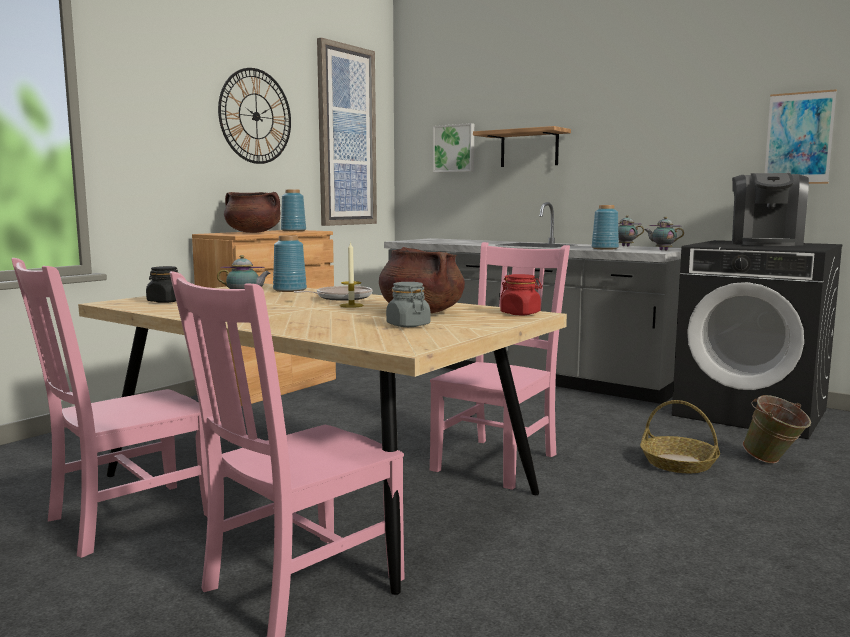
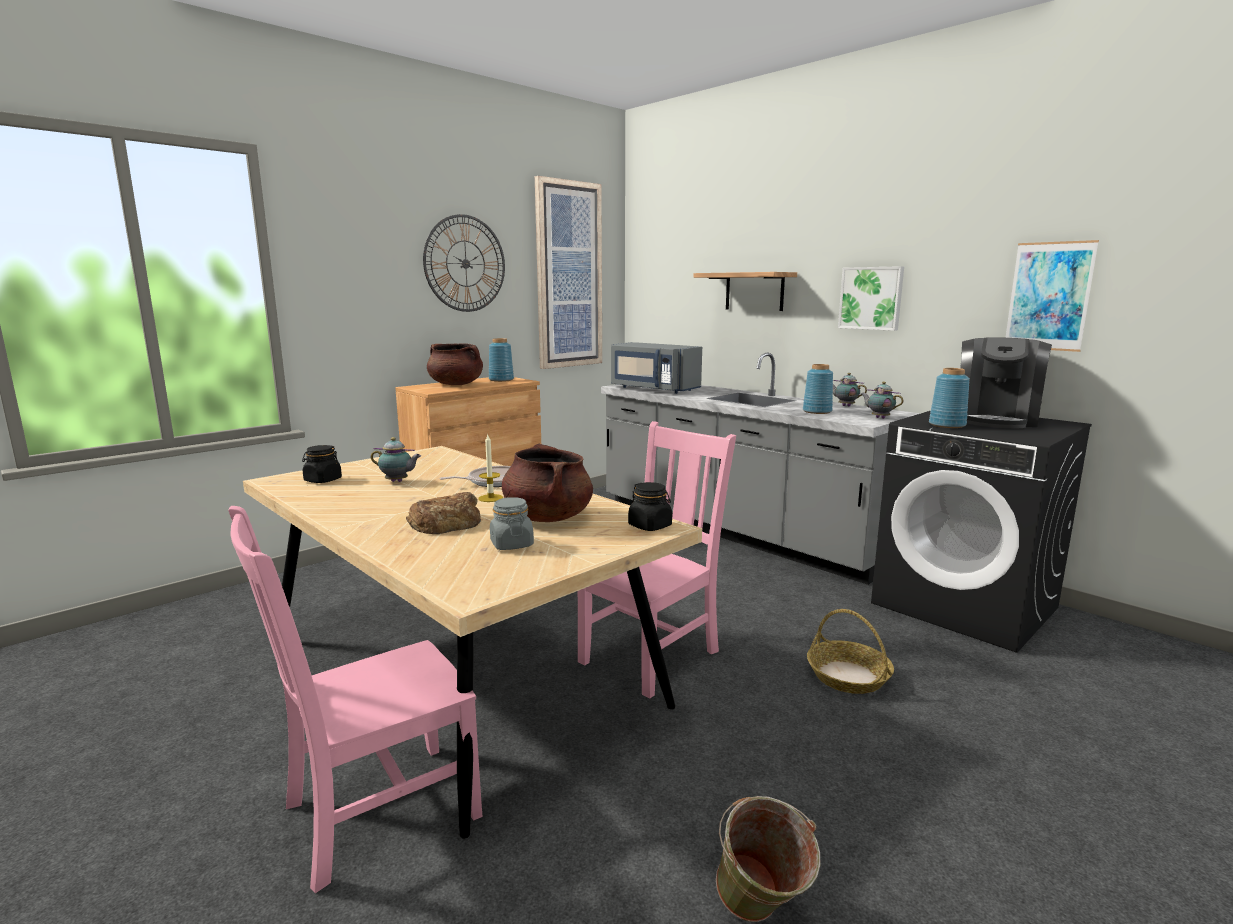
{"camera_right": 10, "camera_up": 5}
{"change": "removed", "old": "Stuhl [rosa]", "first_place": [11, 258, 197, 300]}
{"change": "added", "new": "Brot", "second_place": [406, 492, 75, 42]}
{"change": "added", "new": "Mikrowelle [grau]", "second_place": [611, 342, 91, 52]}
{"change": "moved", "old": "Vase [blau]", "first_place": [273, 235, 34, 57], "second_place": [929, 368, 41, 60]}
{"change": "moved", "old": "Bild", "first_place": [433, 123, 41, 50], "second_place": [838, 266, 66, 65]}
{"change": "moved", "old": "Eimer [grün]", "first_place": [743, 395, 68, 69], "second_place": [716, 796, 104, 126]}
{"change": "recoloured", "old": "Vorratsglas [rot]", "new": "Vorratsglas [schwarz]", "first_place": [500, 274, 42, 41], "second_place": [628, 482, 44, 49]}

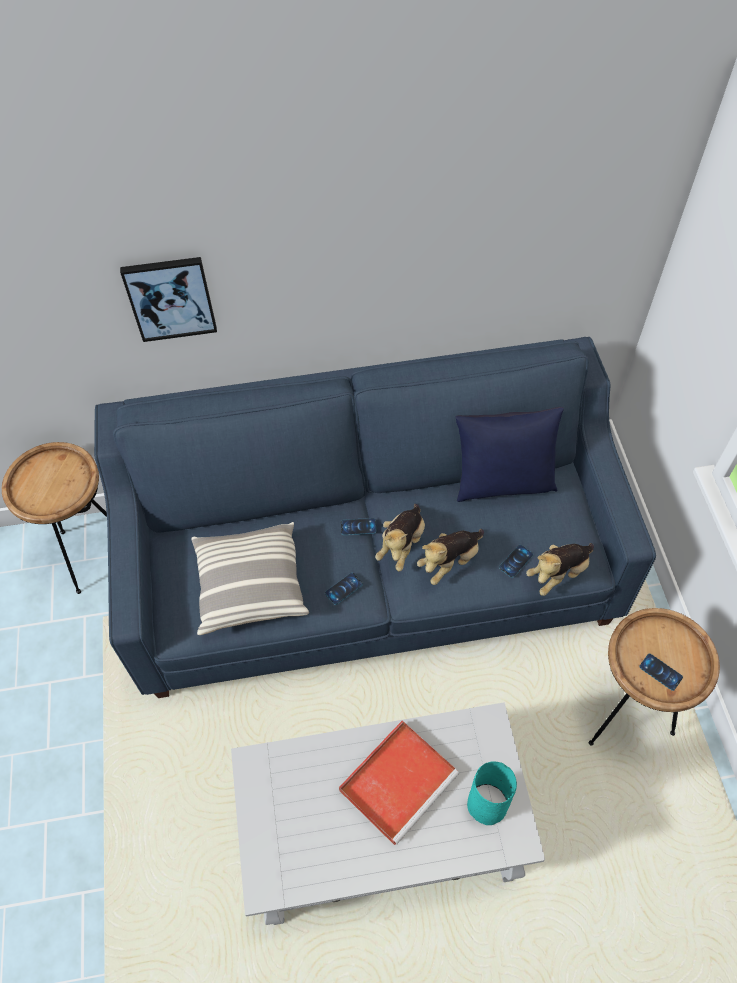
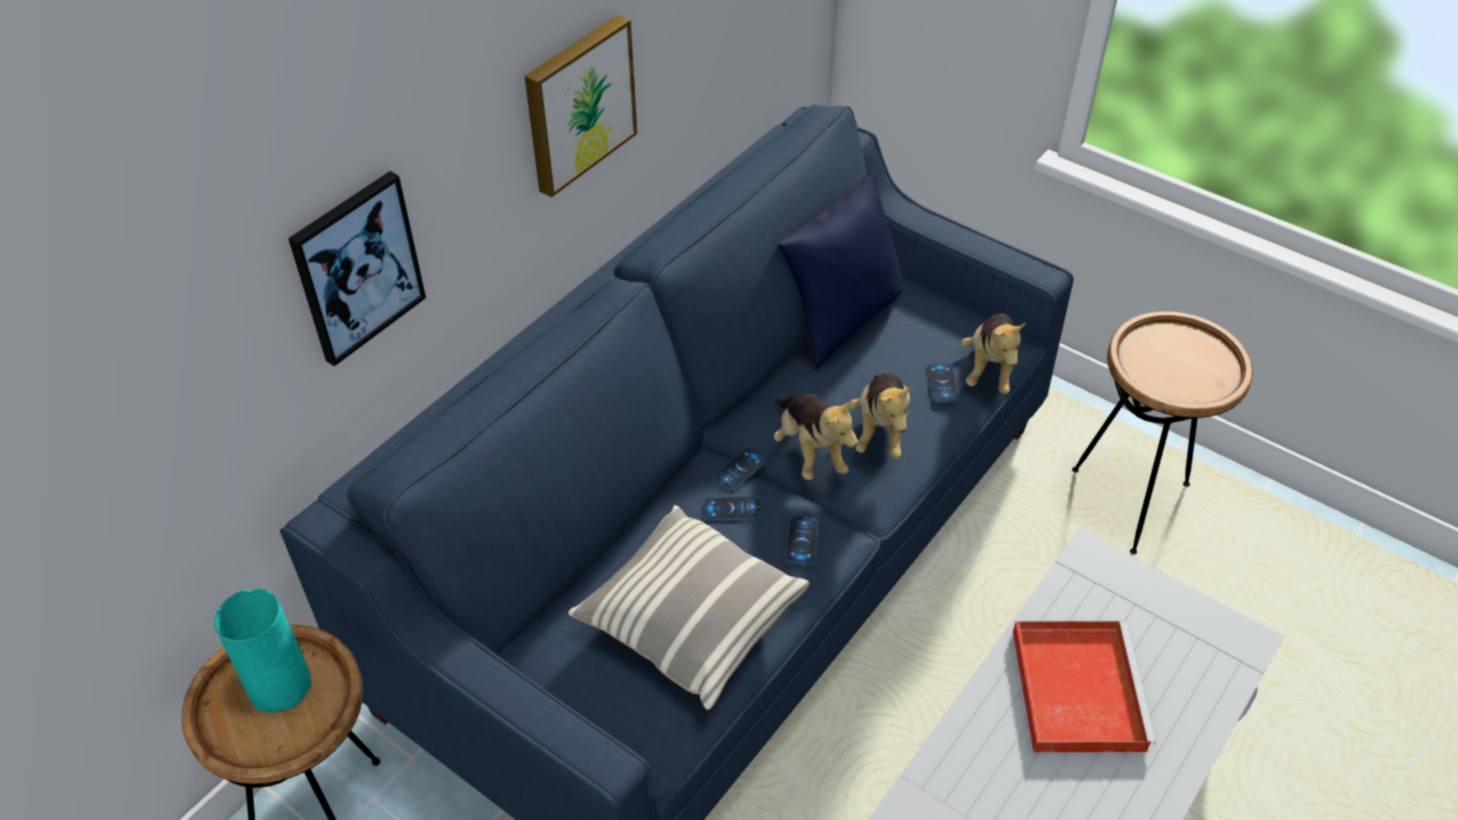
{"camera_right": -45, "camera_up": -10}
{"change": "added", "new": "Bild", "second_place": [525, 15, 112, 182]}
{"change": "moved", "old": "Vase [türkis]", "first_place": [467, 761, 50, 64], "second_place": [214, 589, 97, 124]}
{"change": "moved", "old": "Handy", "first_place": [639, 654, 44, 37], "second_place": [704, 496, 57, 25]}

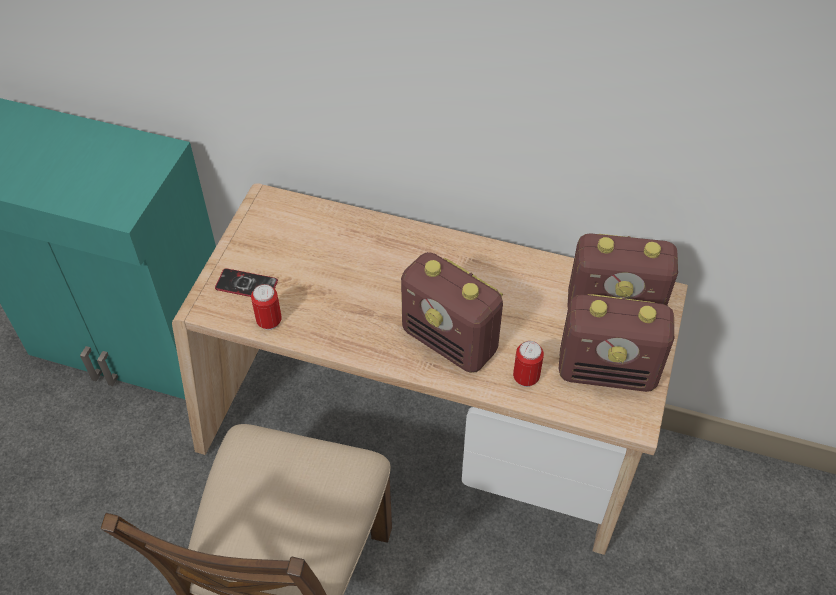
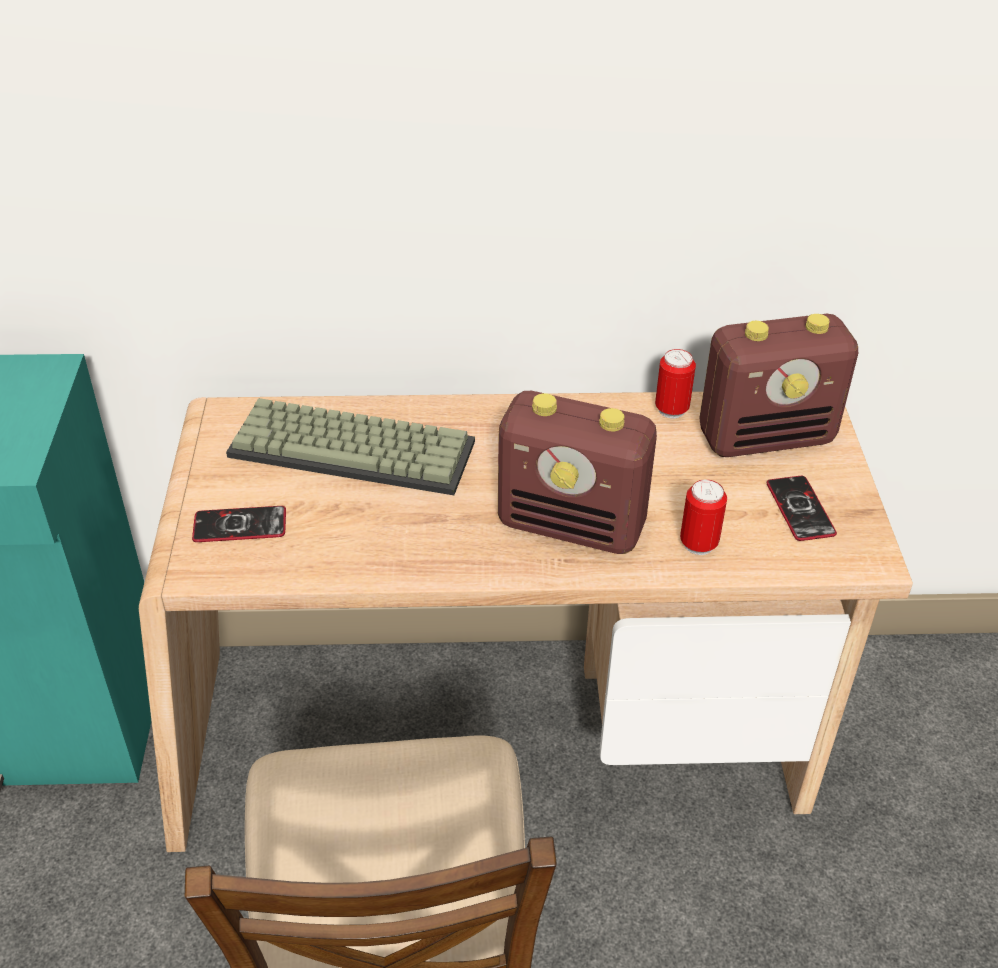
{"camera_right": -20, "camera_up": -10}
{"change": "added", "new": "Tastatur", "second_place": [226, 398, 249, 97]}
{"change": "moved", "old": "Dose", "first_place": [251, 284, 31, 46], "second_place": [655, 349, 41, 69]}
{"change": "replaced", "old": "Radio", "new": "Handy", "first_place": [559, 294, 115, 98], "second_place": [766, 476, 71, 65]}

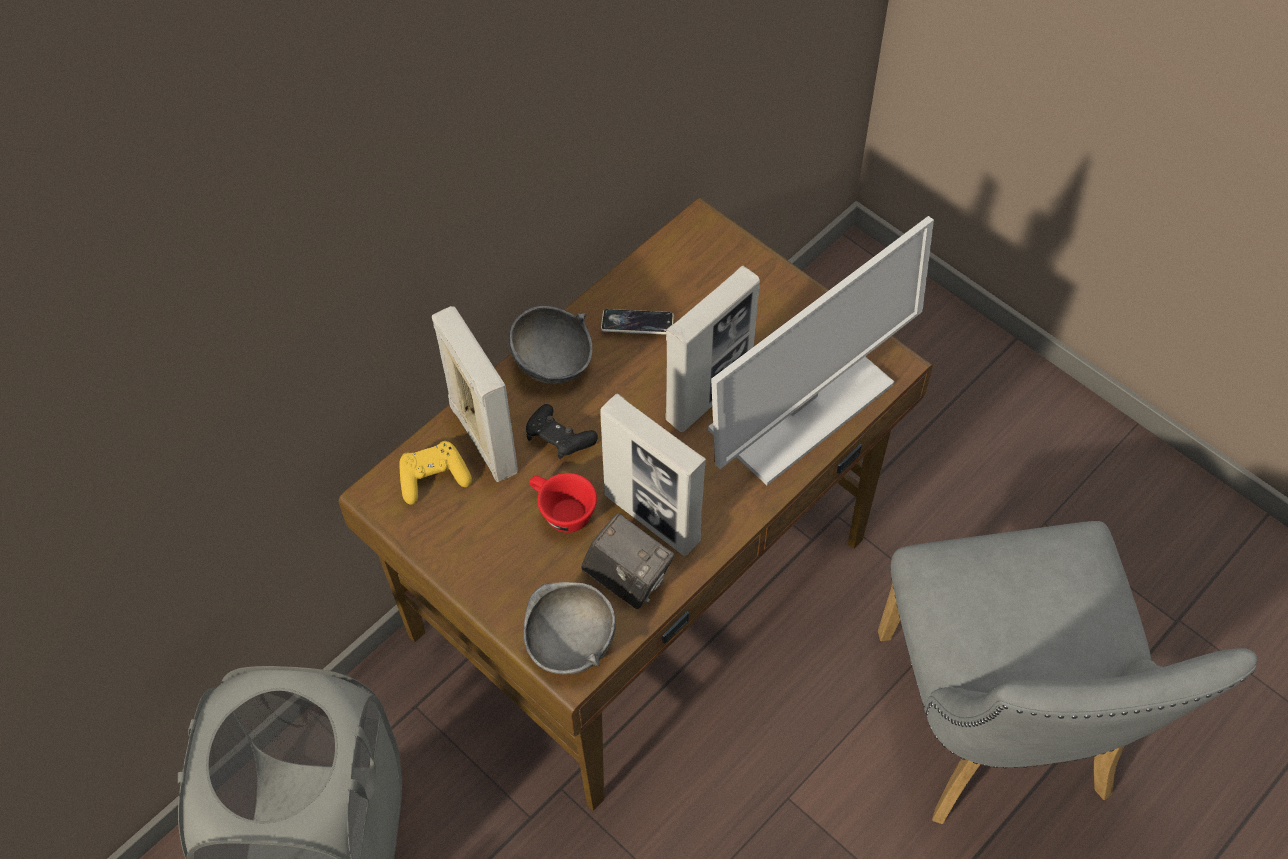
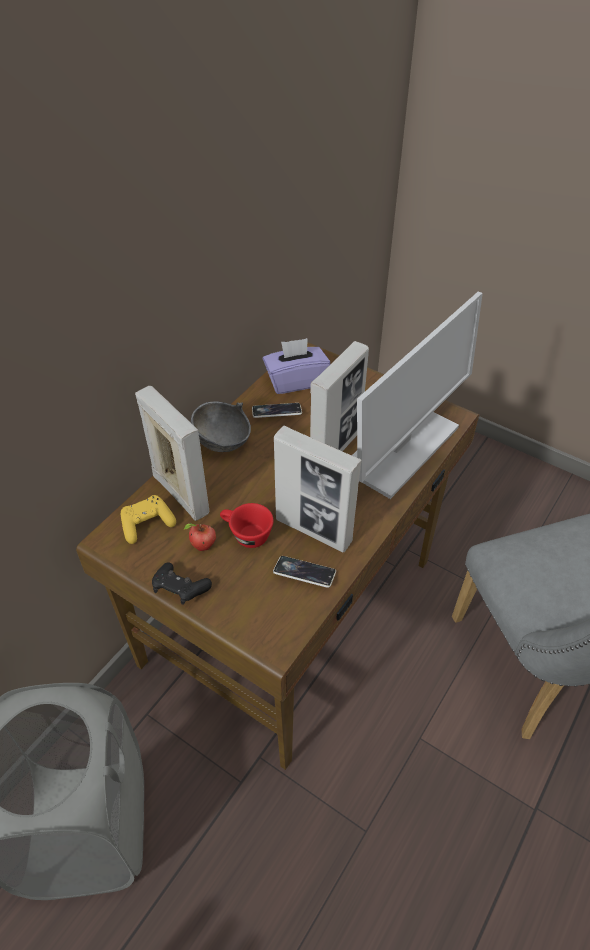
{"camera_right": -10, "camera_up": -10}
{"change": "removed", "old": "Schüssel [grau]", "first_place": [524, 582, 92, 93]}
{"change": "added", "new": "Apfel", "second_place": [183, 523, 33, 28]}
{"change": "added", "new": "Taschentuchbox [lila]", "second_place": [263, 338, 67, 56]}
{"change": "moved", "old": "Gamepad [schwarz]", "first_place": [526, 404, 72, 55], "second_place": [152, 562, 60, 43]}
{"change": "replaced", "old": "Kamera", "new": "Handy", "first_place": [581, 513, 93, 96], "second_place": [273, 556, 63, 32]}

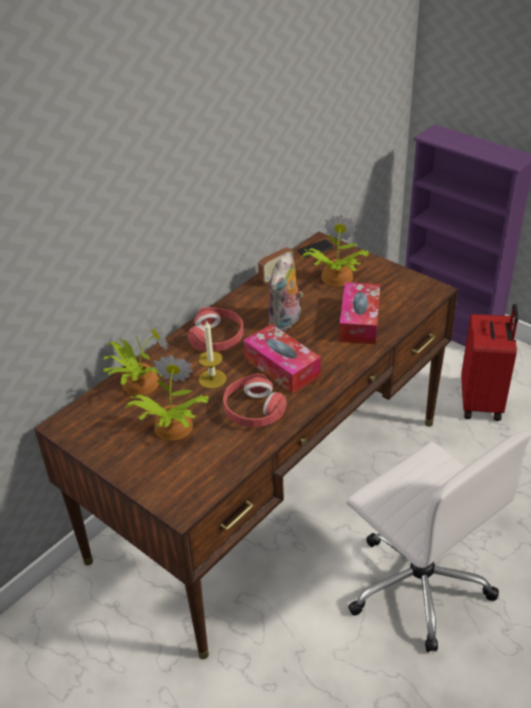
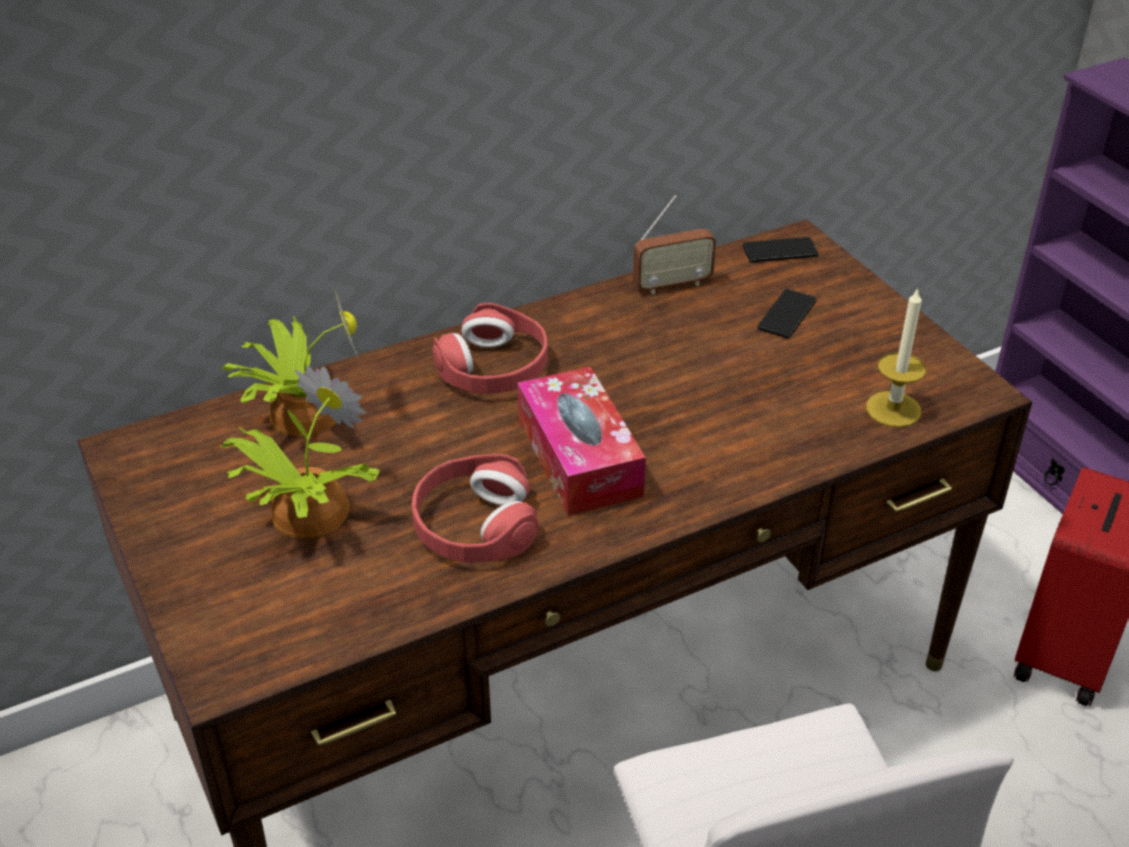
{"camera_right": 20, "camera_up": 0}
{"change": "removed", "old": "Plüschtier", "first_place": [268, 252, 35, 79]}
{"change": "removed", "old": "Taschentuchbox", "first_place": [339, 282, 41, 62]}
{"change": "moved", "old": "Kerze", "first_place": [198, 321, 28, 68], "second_place": [866, 287, 60, 140]}
{"change": "replaced", "old": "Topfpflanze", "new": "Handy", "first_place": [301, 214, 68, 73], "second_place": [757, 289, 60, 49]}

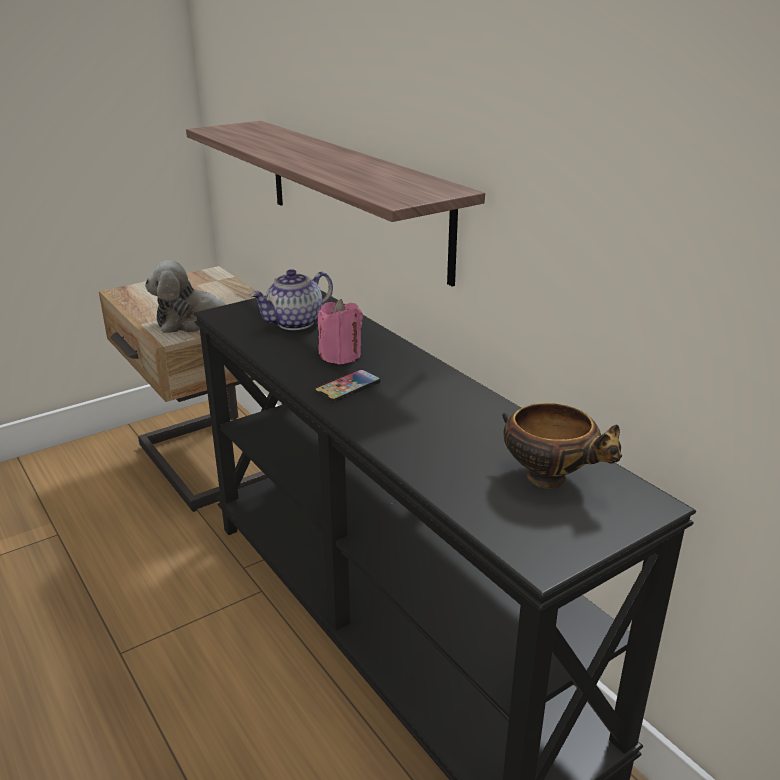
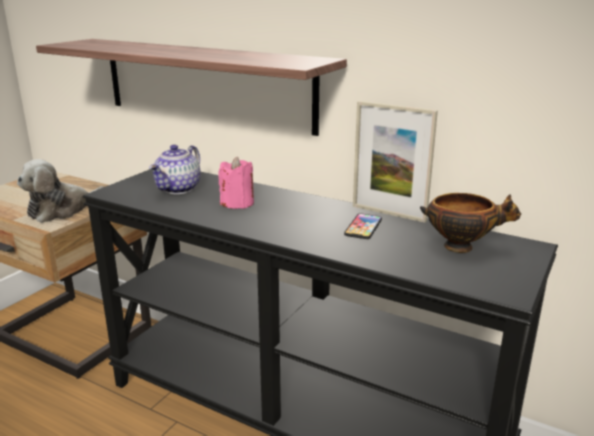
{"camera_right": -25, "camera_up": -5}
{"change": "added", "new": "Bilderrahmen", "second_place": [353, 101, 85, 122]}
{"change": "moved", "old": "Handy", "first_place": [314, 369, 67, 33], "second_place": [344, 213, 38, 26]}

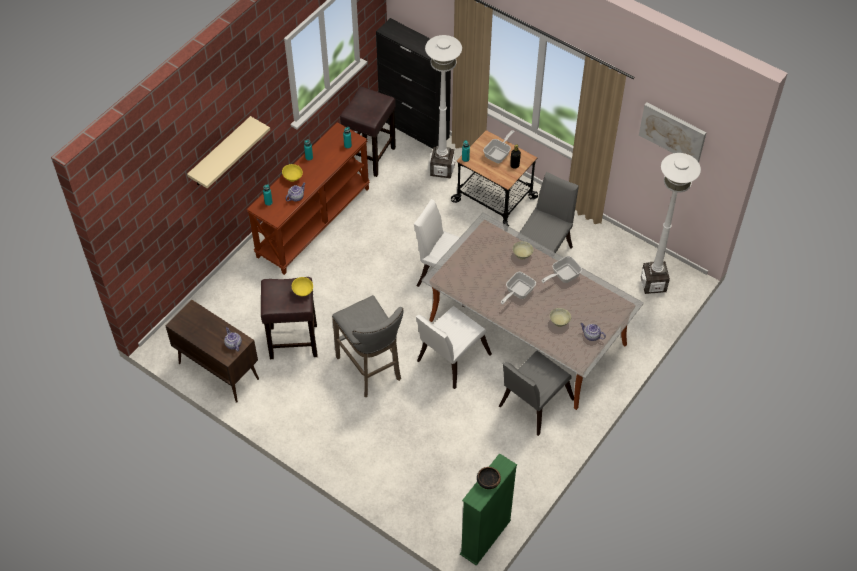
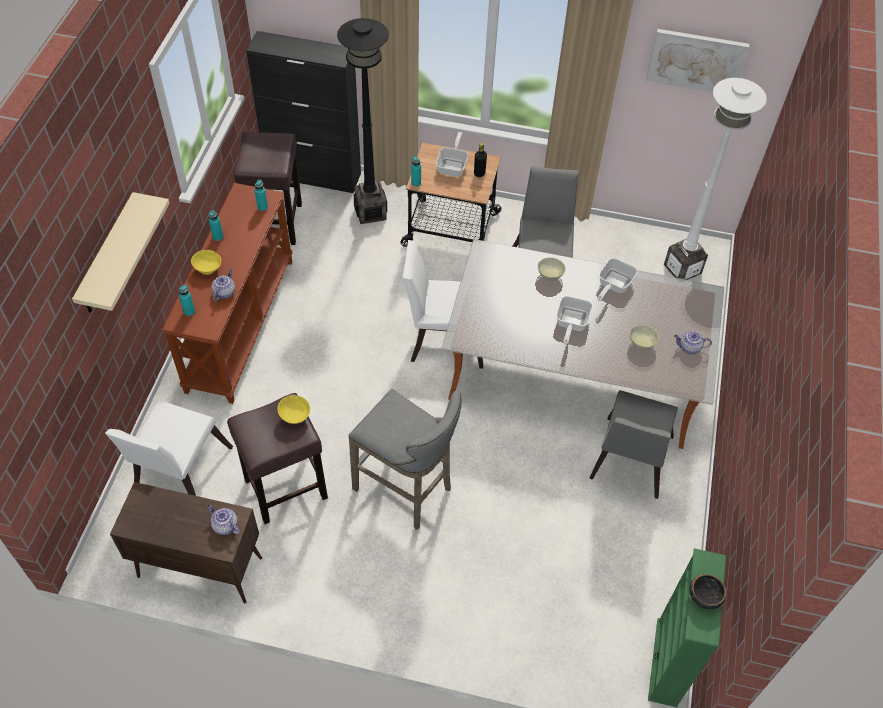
{"camera_right": -25, "camera_up": 0}
{"change": "moved", "old": "Stuhl [weiß]", "first_place": [416, 306, 76, 83], "second_place": [105, 400, 128, 96]}
{"change": "recoloured", "old": "Stehlampe [weiß]", "new": "Stehlampe [schwarz]", "first_place": [425, 35, 37, 143], "second_place": [337, 18, 52, 206]}

